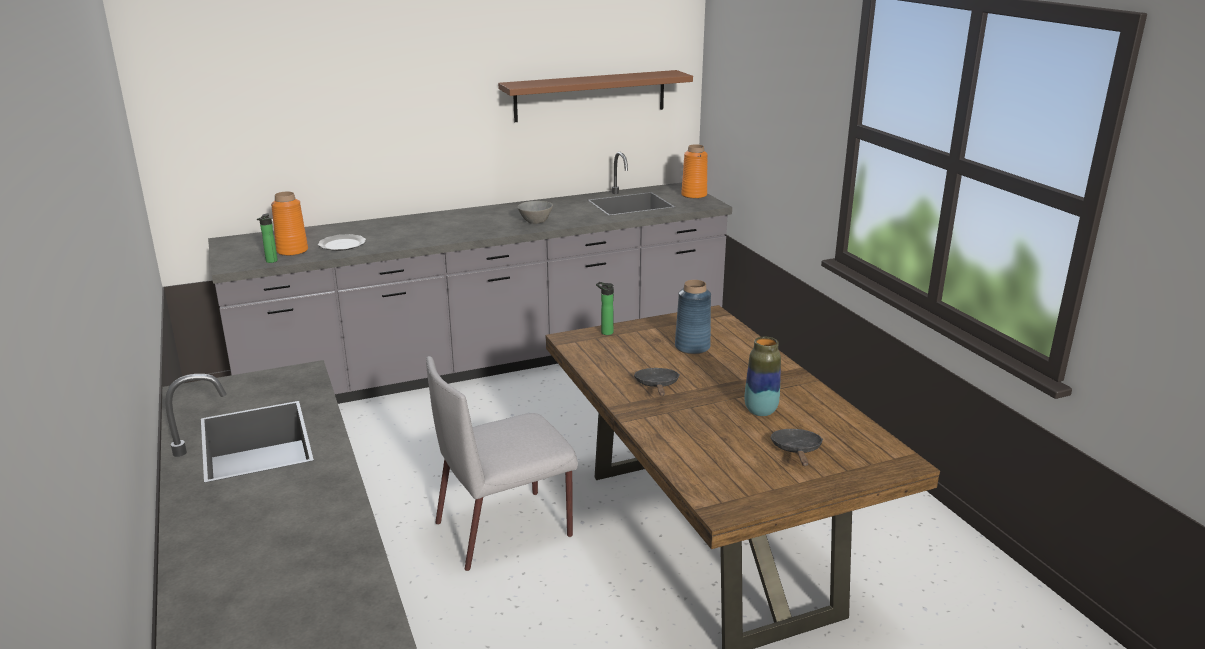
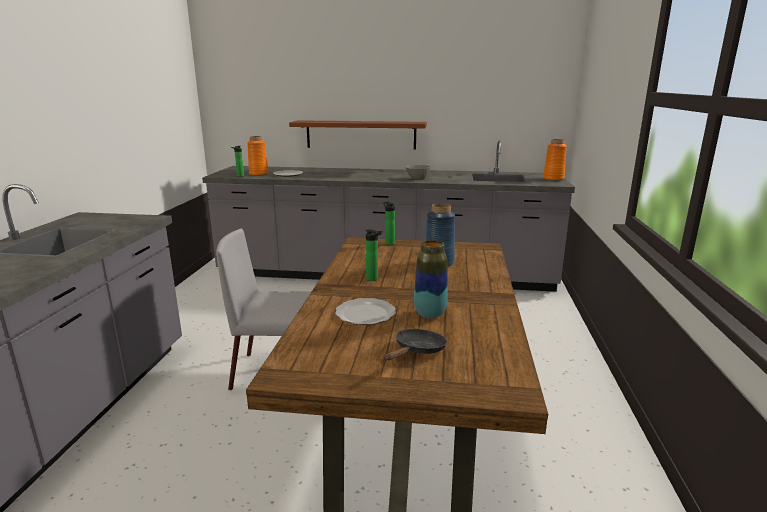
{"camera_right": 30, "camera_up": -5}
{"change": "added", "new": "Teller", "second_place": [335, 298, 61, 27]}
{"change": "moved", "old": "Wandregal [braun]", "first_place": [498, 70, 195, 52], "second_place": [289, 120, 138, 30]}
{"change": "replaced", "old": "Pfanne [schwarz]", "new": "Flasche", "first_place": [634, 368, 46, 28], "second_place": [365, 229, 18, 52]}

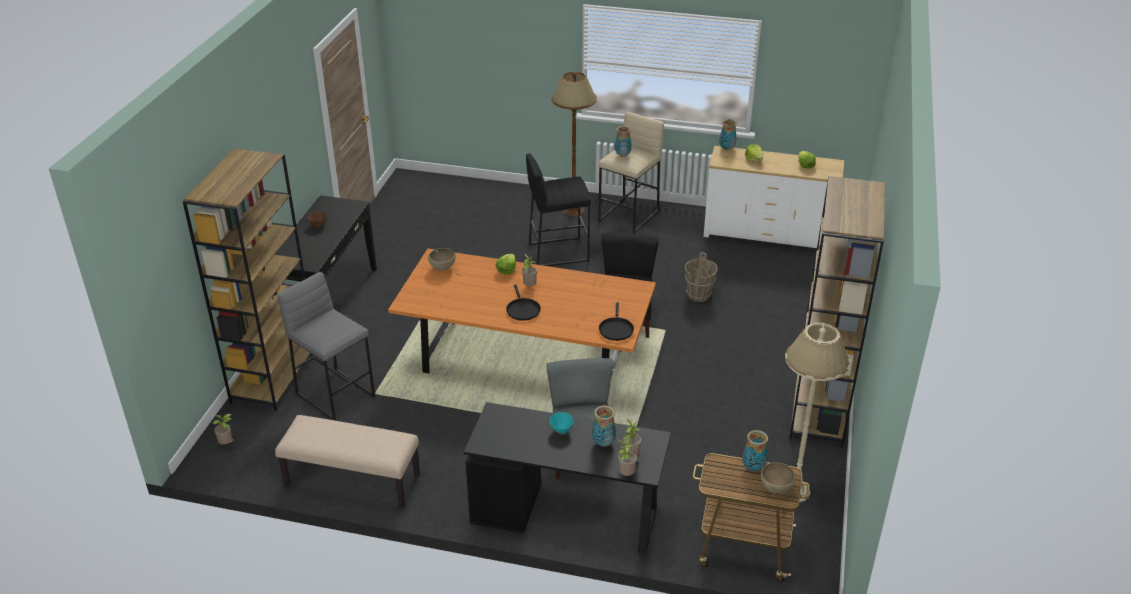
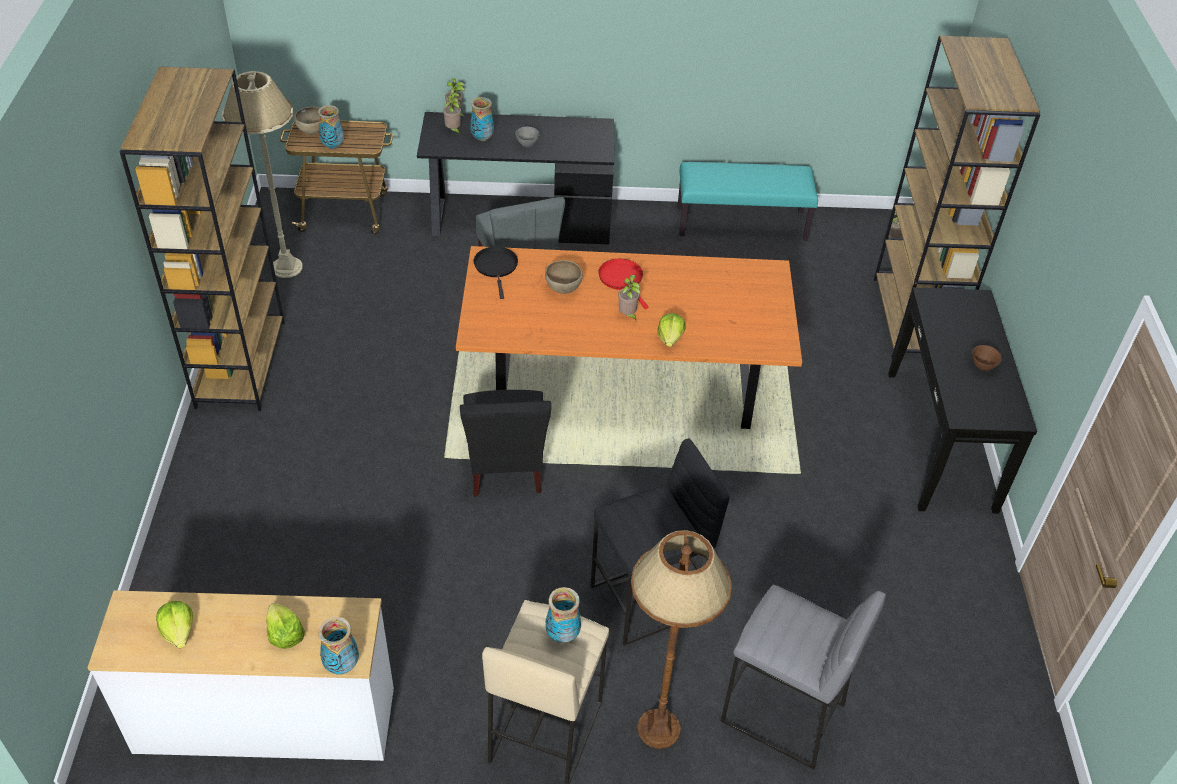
{"camera_right": 165, "camera_up": 10}
{"change": "removed", "old": "Eimer [braun]", "first_place": [685, 252, 33, 50]}
{"change": "moved", "old": "Hocker [grau]", "first_place": [277, 272, 98, 149], "second_place": [721, 585, 165, 184]}
{"change": "moved", "old": "Schüssel [braun]", "first_place": [428, 248, 28, 23], "second_place": [545, 260, 38, 34]}
{"change": "recoloured", "old": "Bank [beige]", "new": "Bank [türkis]", "first_place": [275, 415, 145, 93], "second_place": [678, 162, 140, 79]}
{"change": "recoloured", "old": "Pfanne [schwarz]", "new": "Pfanne [rot]", "first_place": [506, 285, 35, 36], "second_place": [598, 259, 50, 50]}
{"change": "recoloured", "old": "Schüssel [türkis]", "new": "Schüssel [grau]", "first_place": [550, 412, 23, 22], "second_place": [515, 127, 24, 20]}

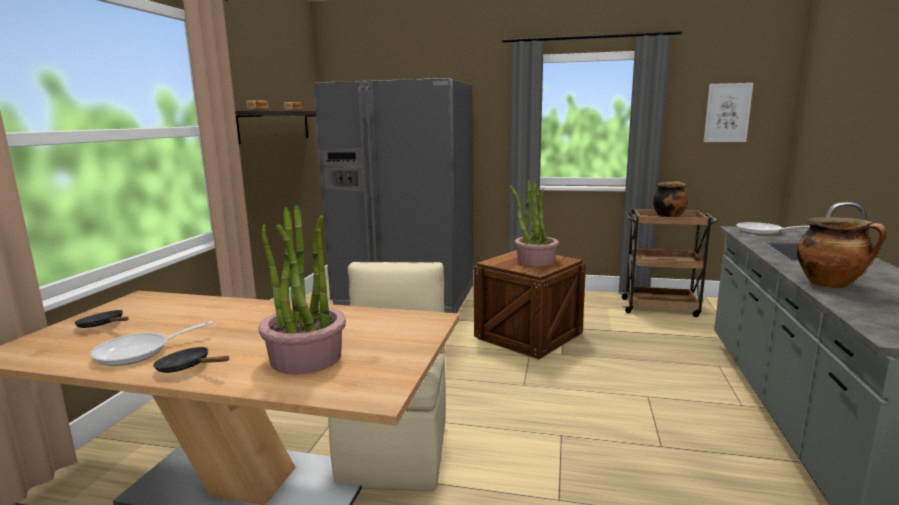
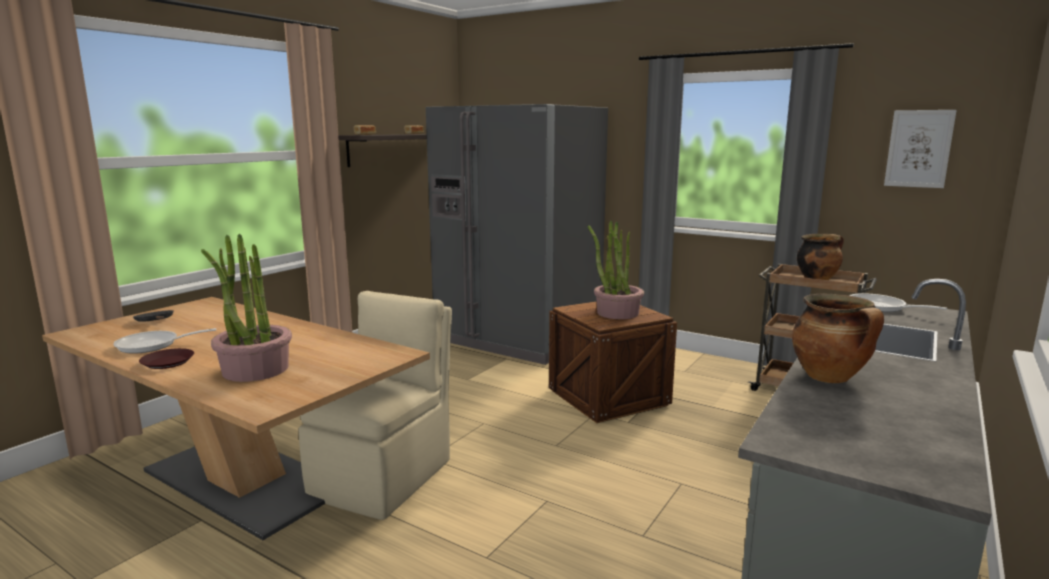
{"camera_right": 20, "camera_up": 0}
{"change": "replaced", "old": "Pfanne [schwarz]", "new": "Teller [braun]", "first_place": [153, 347, 77, 26], "second_place": [139, 348, 55, 21]}

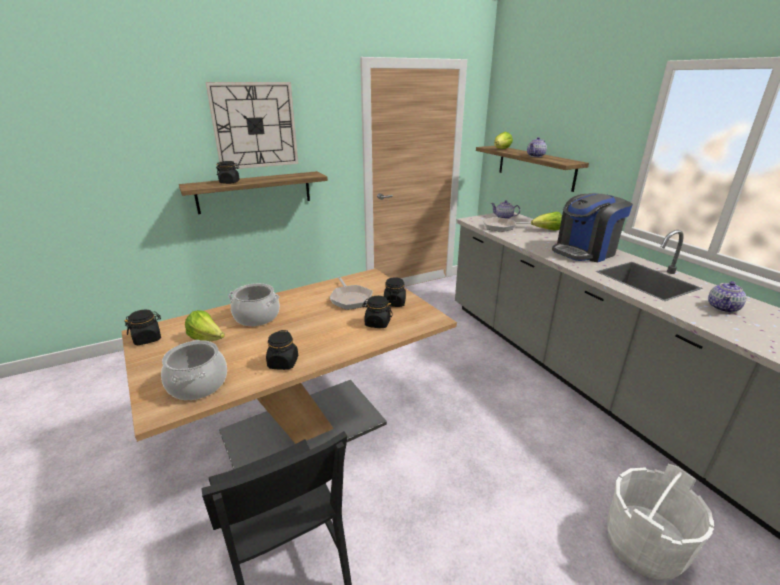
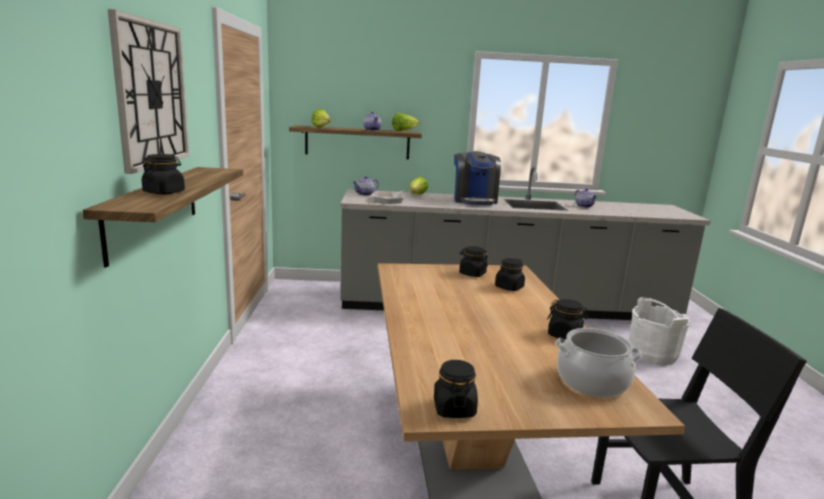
{"camera_right": -65, "camera_up": -10}
{"change": "removed", "old": "Kochtopf", "first_place": [228, 283, 52, 43]}
{"change": "removed", "old": "Pfanne", "first_place": [330, 277, 43, 33]}
{"change": "moved", "old": "Salatkopf", "first_place": [185, 310, 40, 31], "second_place": [392, 113, 27, 18]}

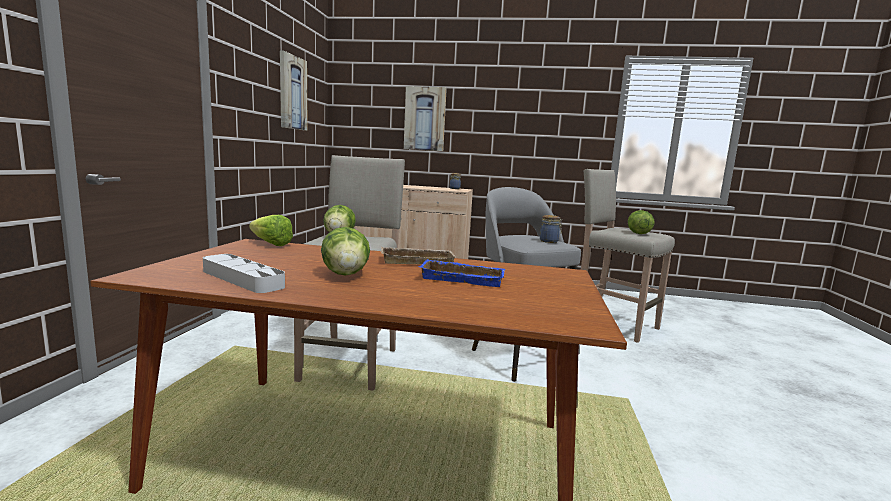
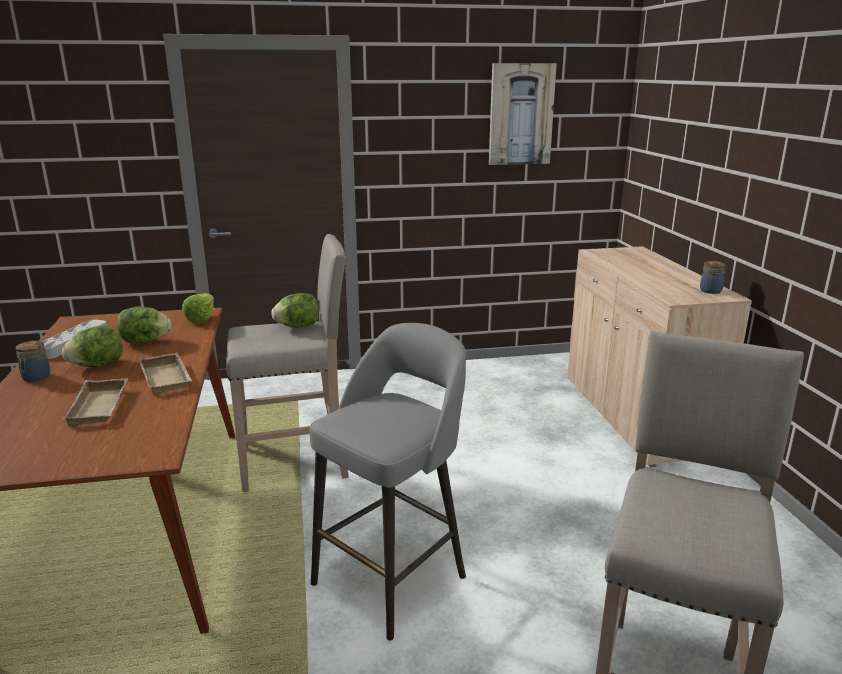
{"camera_right": 70, "camera_up": 10}
{"change": "removed", "old": "Bild", "first_place": [404, 86, 43, 65]}
{"change": "moved", "old": "Vorratsglas", "first_place": [540, 215, 23, 28], "second_place": [15, 341, 35, 41]}
{"change": "moved", "old": "Salatkopf", "first_place": [628, 210, 27, 24], "second_place": [117, 306, 54, 38]}
{"change": "recoloured", "old": "Tablett [blau]", "new": "Tablett [beige]", "first_place": [418, 259, 87, 28], "second_place": [62, 378, 66, 48]}

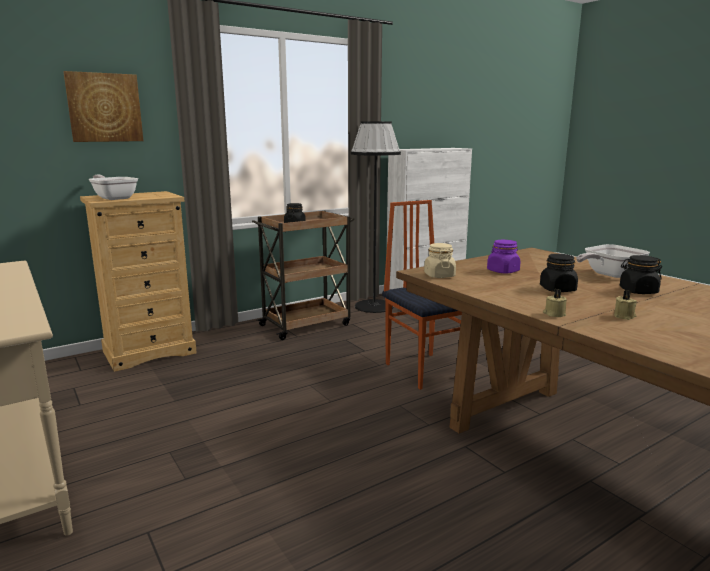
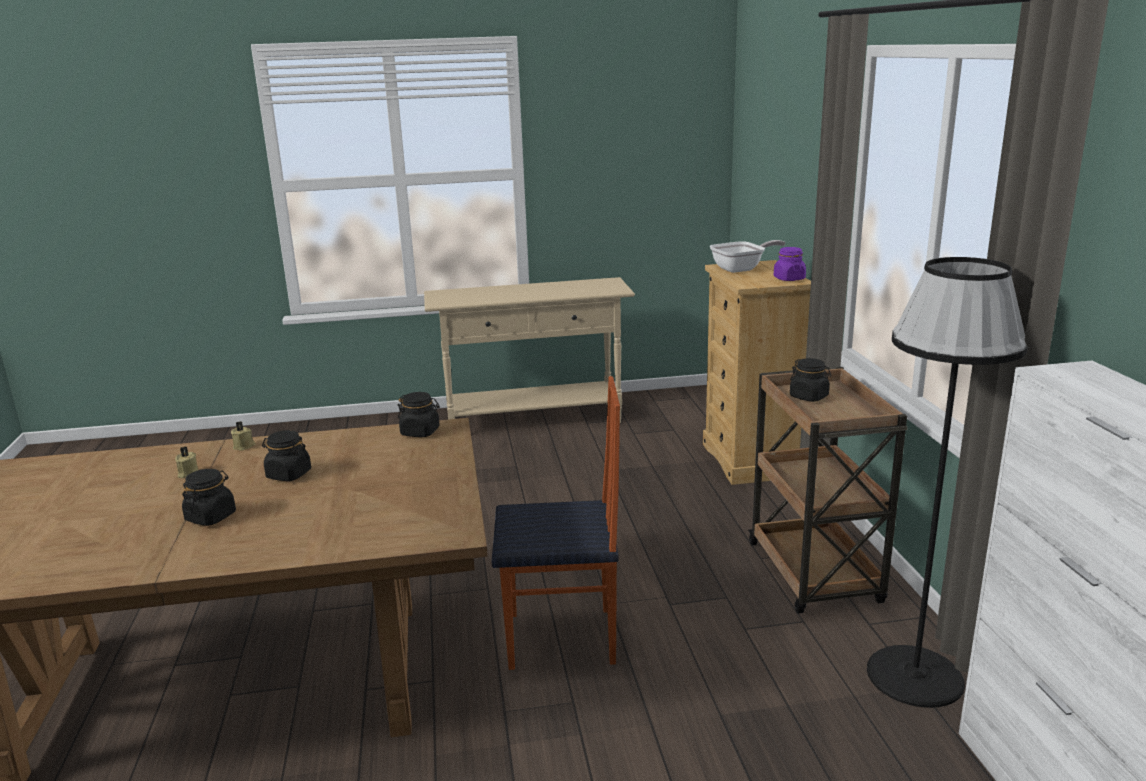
{"camera_right": 115, "camera_up": 5}
{"change": "removed", "old": "Bild", "first_place": [64, 71, 79, 71]}
{"change": "removed", "old": "Pfanne", "first_place": [576, 244, 74, 34]}
{"change": "moved", "old": "Vorratsglas [lila]", "first_place": [487, 240, 34, 33], "second_place": [774, 247, 32, 34]}
{"change": "recoloured", "old": "Vorratsglas [beige]", "new": "Vorratsglas [schwarz]", "first_place": [424, 243, 32, 35], "second_place": [398, 392, 42, 45]}

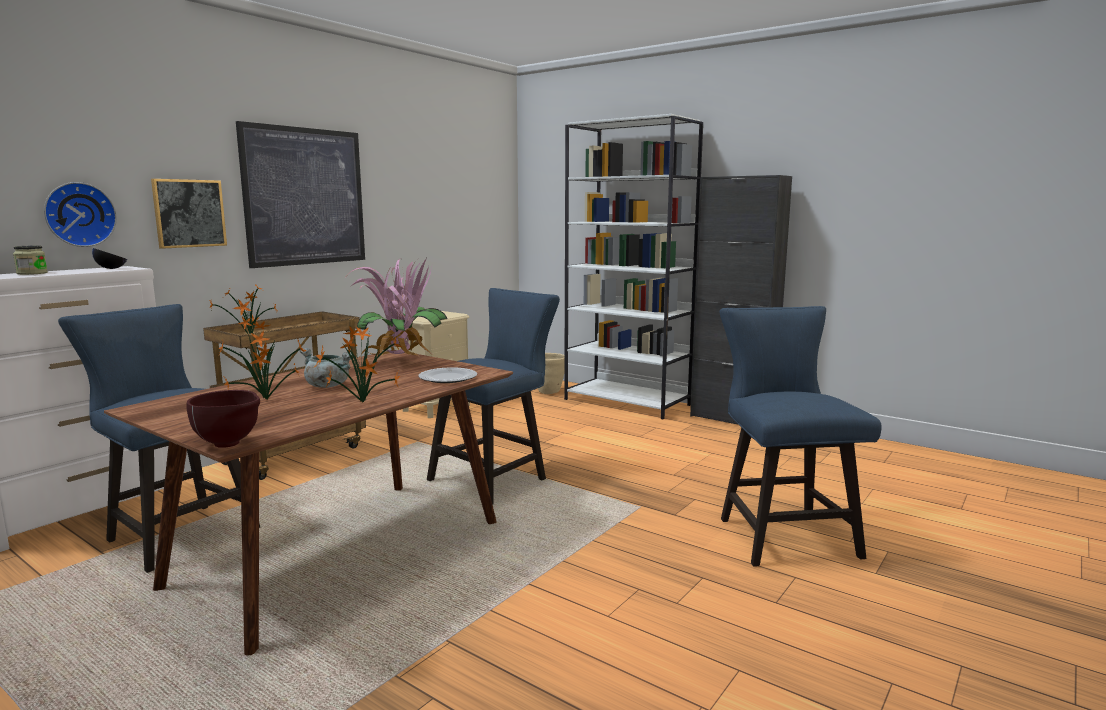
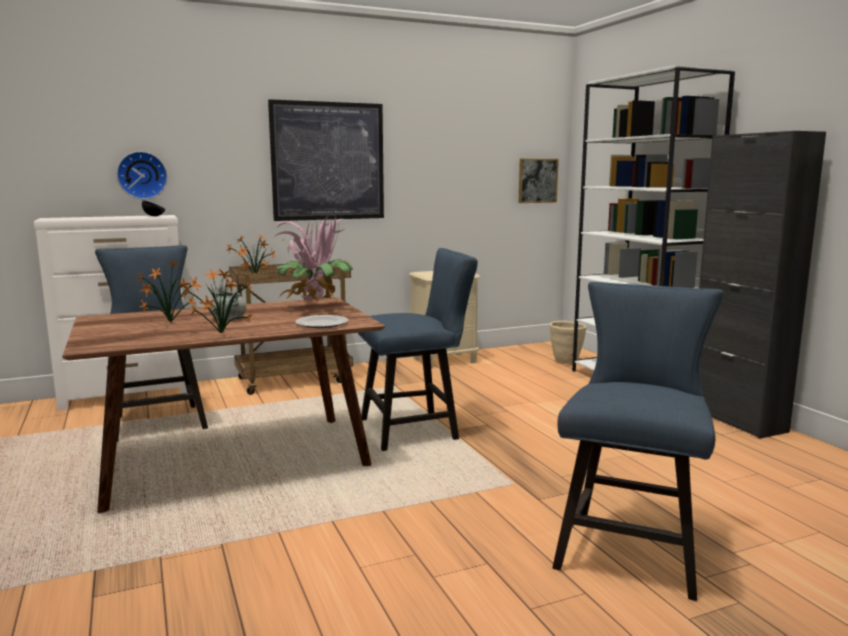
{"camera_right": 30, "camera_up": 0}
{"change": "removed", "old": "Vorratsglas", "first_place": [13, 245, 35, 30]}
{"change": "removed", "old": "Schüssel [braun]", "first_place": [187, 390, 73, 58]}
{"change": "moved", "old": "Bild", "first_place": [151, 179, 76, 70], "second_place": [518, 158, 41, 45]}

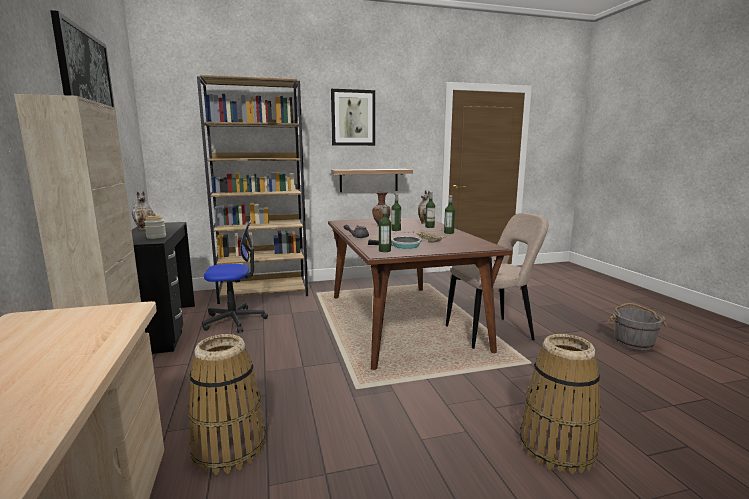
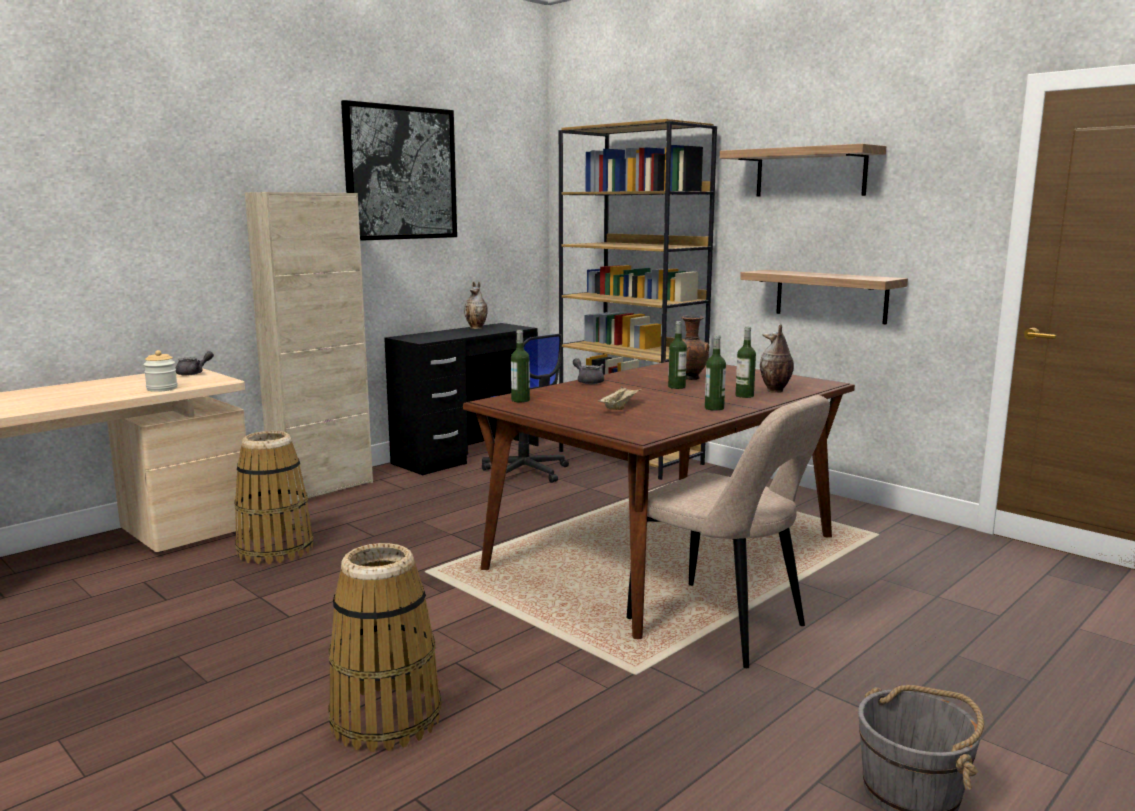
{"camera_right": 60, "camera_up": 0}
{"change": "removed", "old": "Pfanne", "first_place": [368, 237, 53, 12]}
{"change": "added", "new": "Teekanne [grau]", "second_place": [175, 351, 39, 25]}
{"change": "moved", "old": "Vorratsglas", "first_place": [144, 213, 22, 26], "second_place": [143, 350, 35, 42]}
{"change": "replaced", "old": "Bild", "new": "Wandregal", "first_place": [331, 89, 44, 57], "second_place": [720, 144, 166, 52]}

